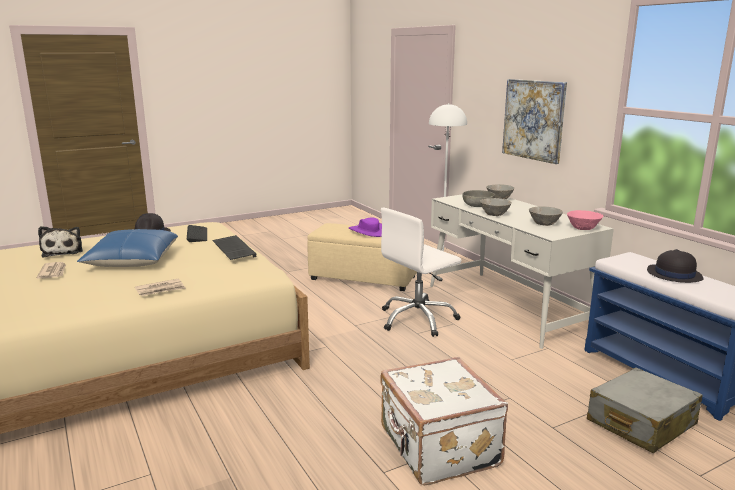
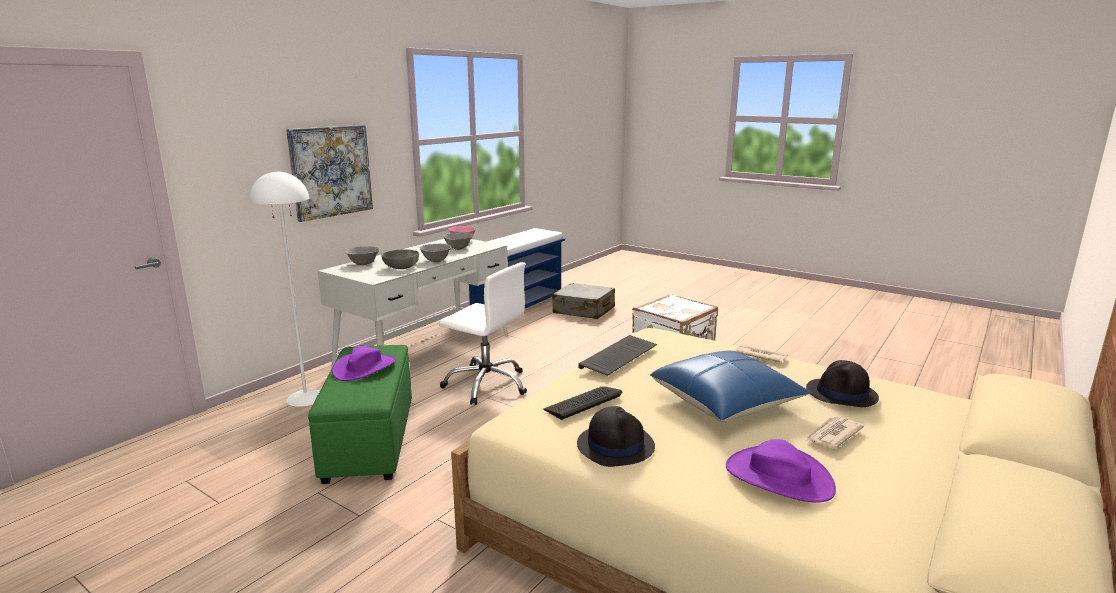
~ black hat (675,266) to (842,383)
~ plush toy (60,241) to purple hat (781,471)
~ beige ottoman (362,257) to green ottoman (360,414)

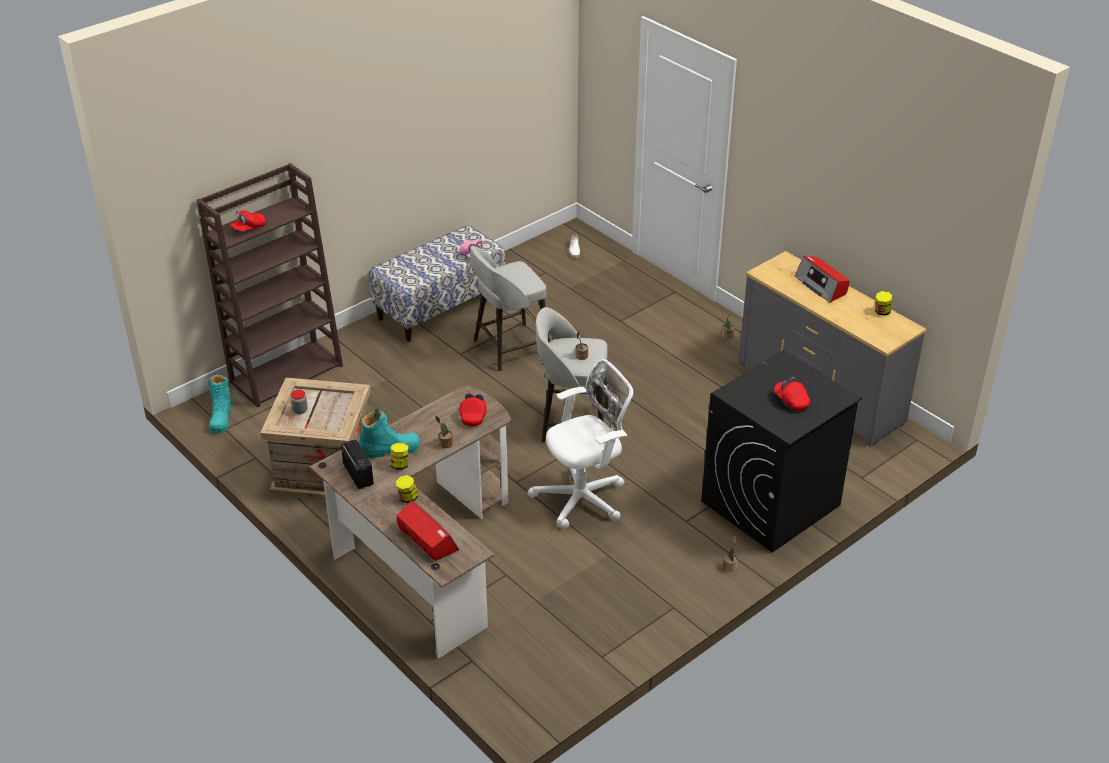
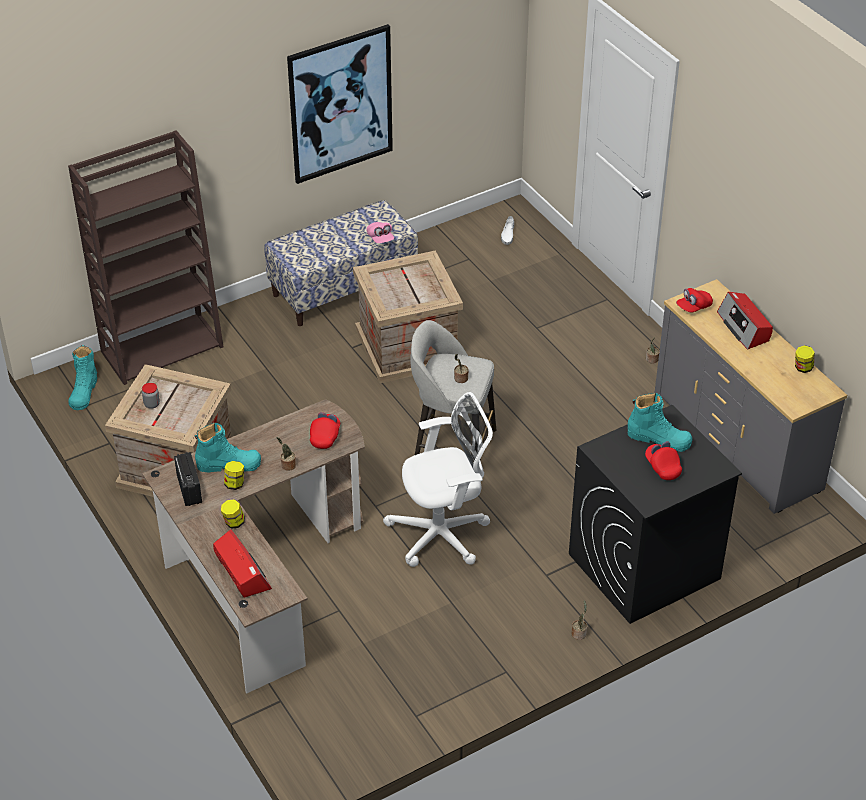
+ picture (340,104)
+ turquoise boot (660,422)
~ red cap (248,220) to (694,300)
~ grey stool (510,308) to crate (408,317)

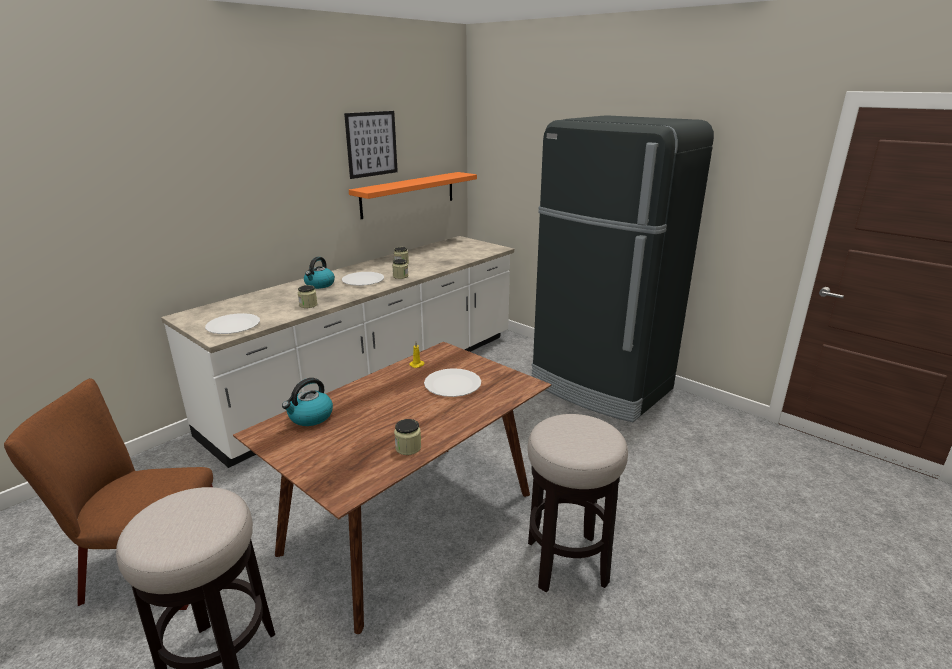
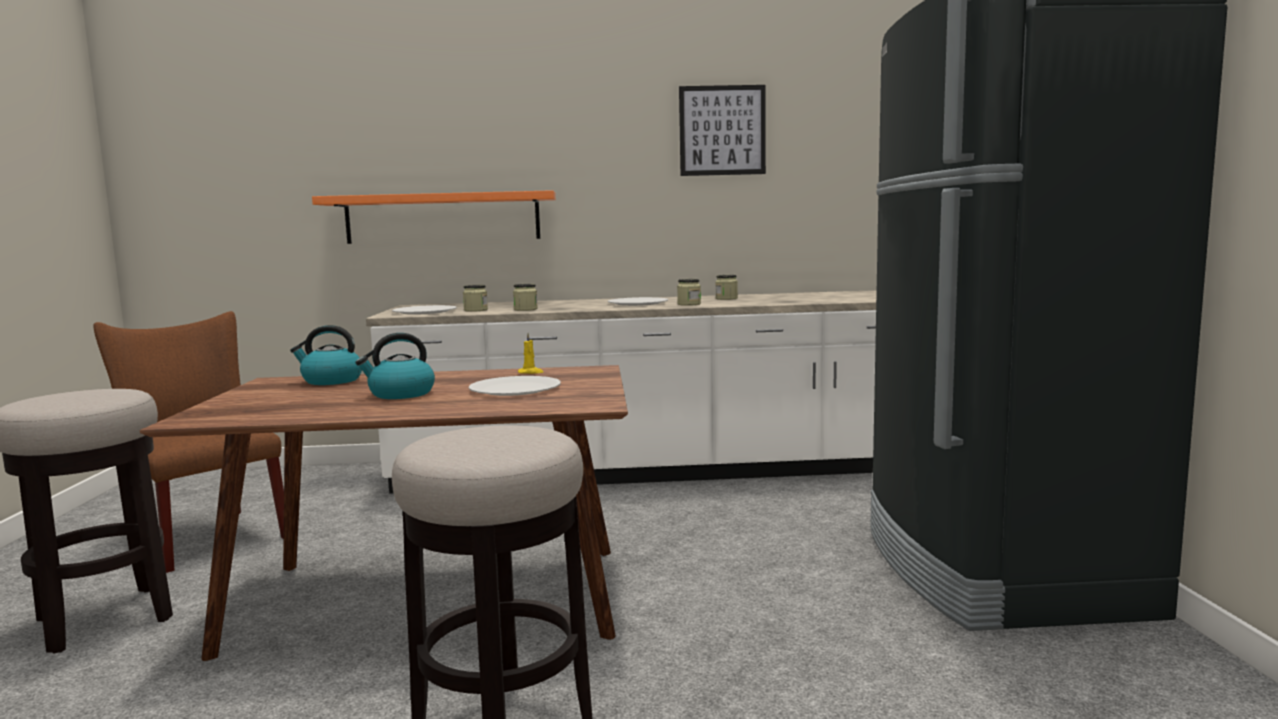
~ kettle (319,273) to (395,366)
~ orange shelf (413,195) to (434,217)
~ jar (407,437) to (475,298)

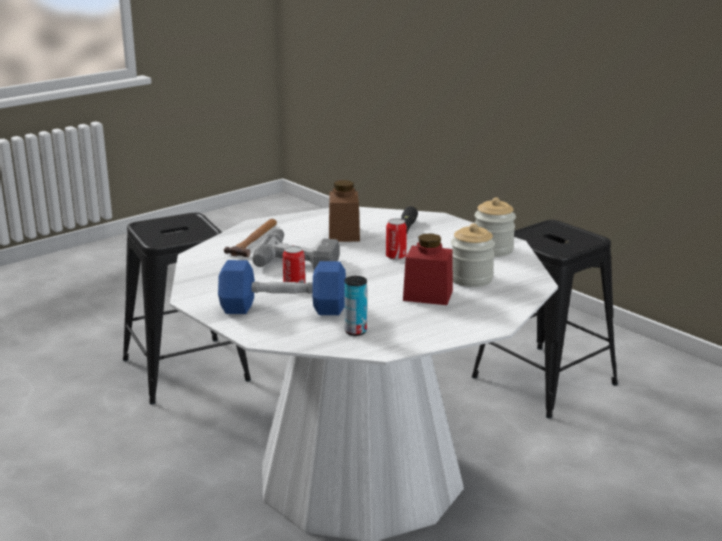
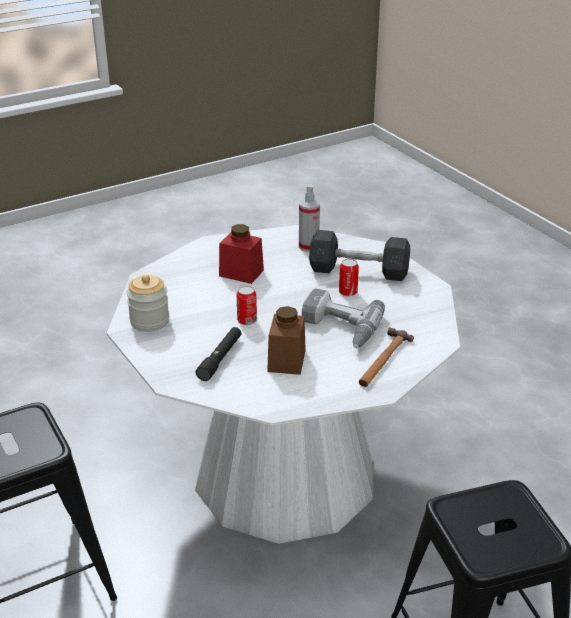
- jar (473,255)
~ can (355,306) to spray bottle (309,218)
~ blue dumbbell (282,287) to grey dumbbell (359,255)

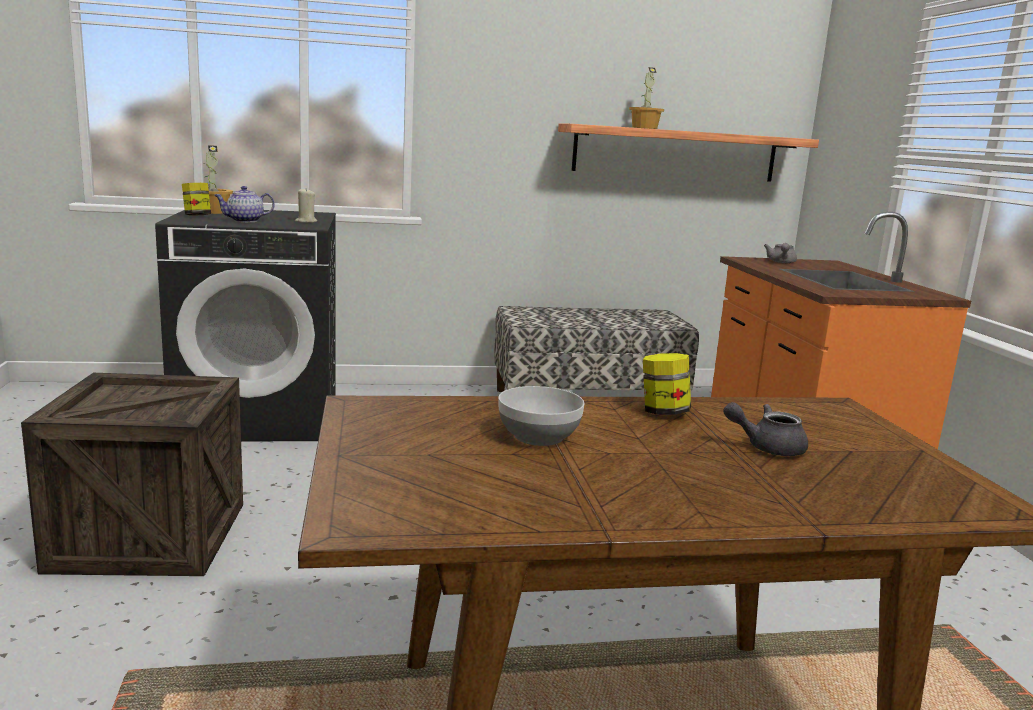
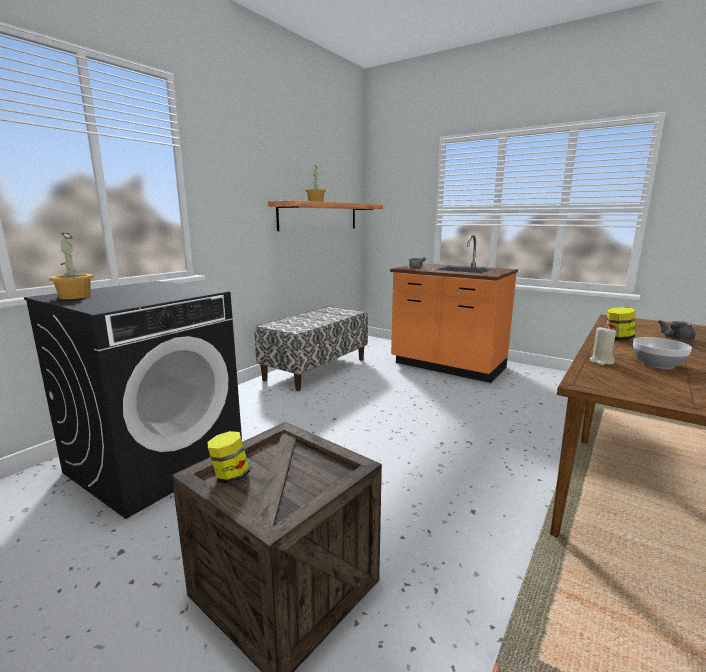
- teapot (244,204)
~ jar (196,199) to (229,457)
~ beige candle (306,206) to (603,345)

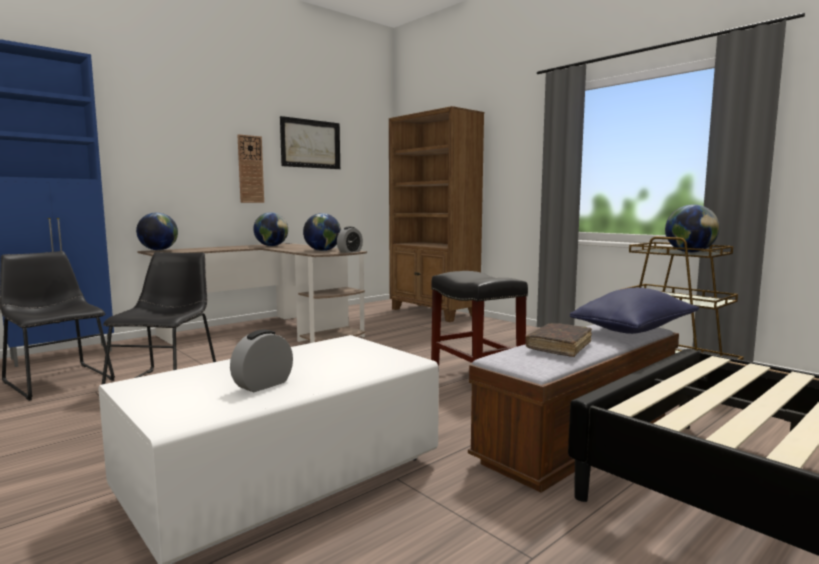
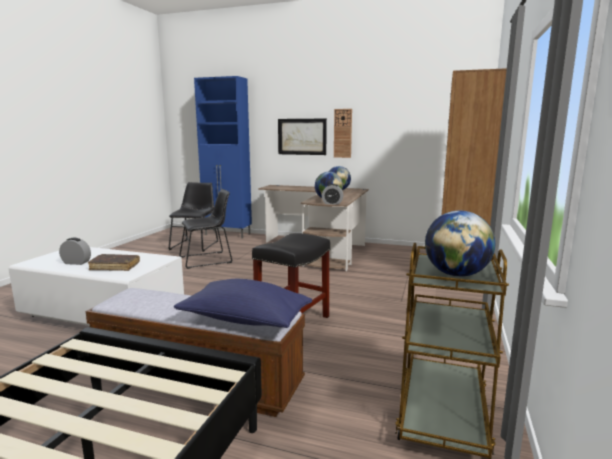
- globe (157,231)
~ picture (310,142) to (302,137)
~ brown book (559,340) to (114,262)

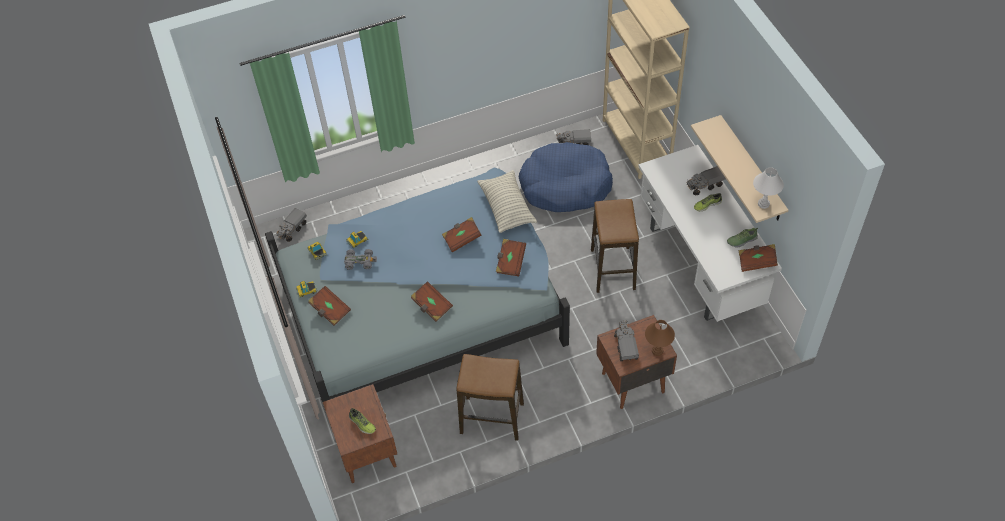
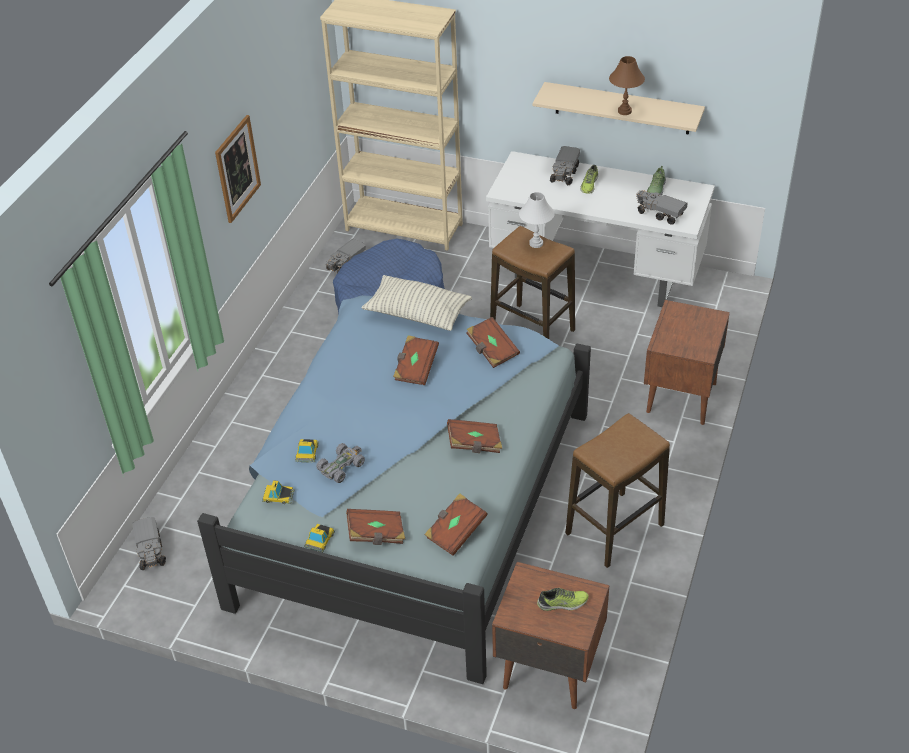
+ picture (238,169)
~ toy truck (626,341) to (662,207)
~ brown table lamp (660,338) to (627,85)
~ brown book (758,258) to (456,524)
~ white table lamp (768,188) to (537,220)

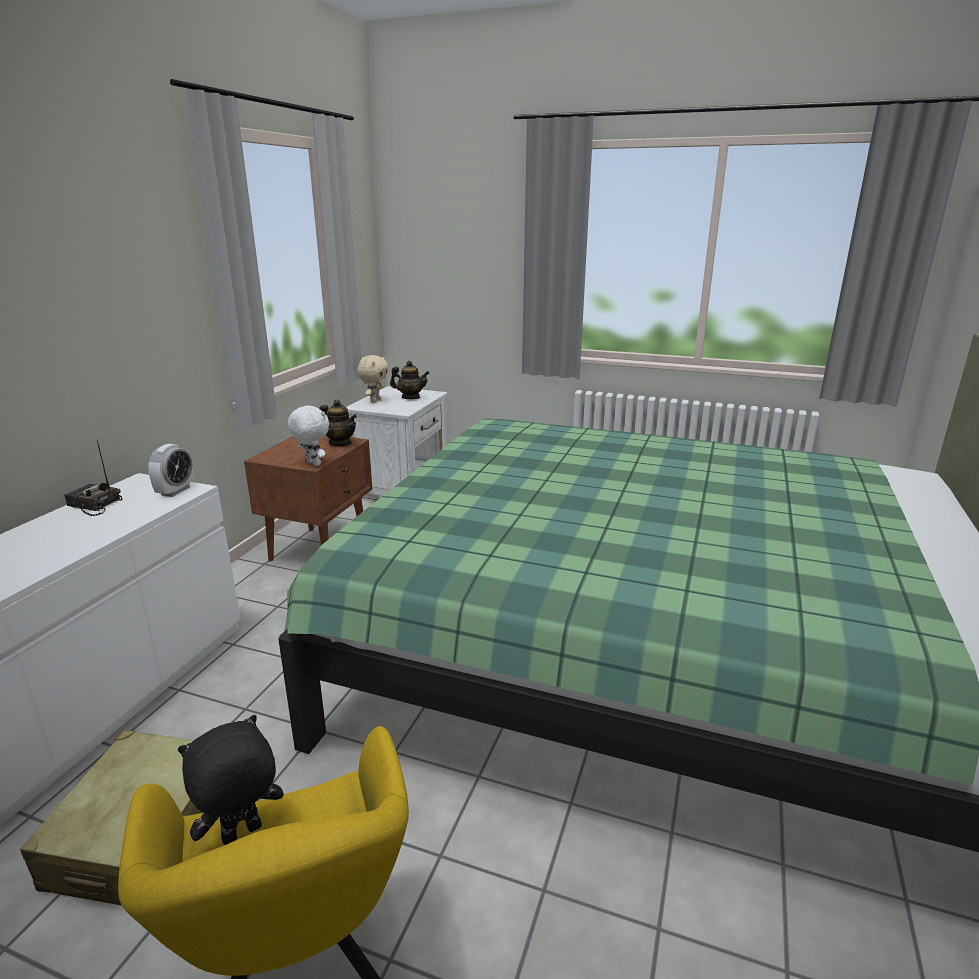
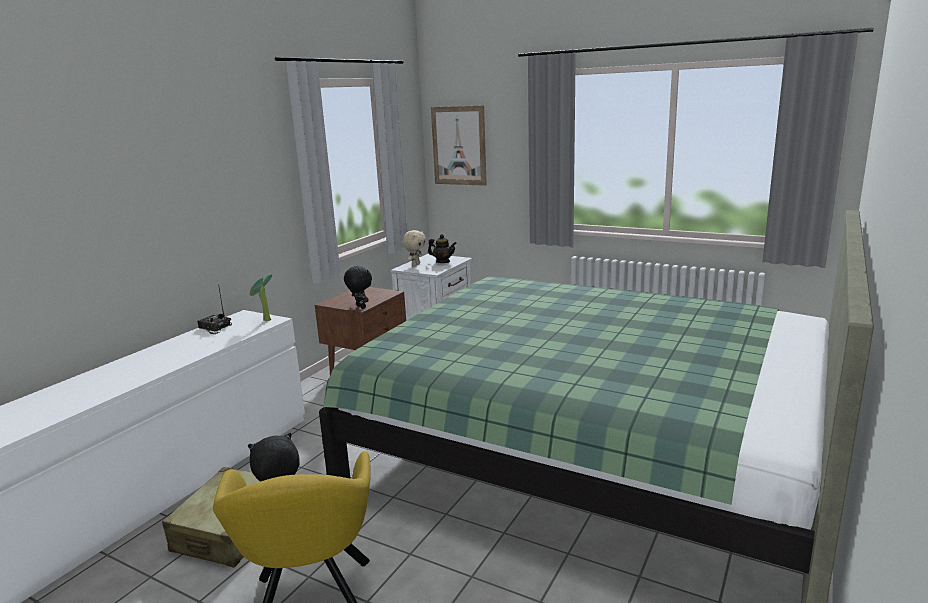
- teapot (338,422)
+ picture (459,145)
~ alarm clock (171,470) to potted plant (261,297)
~ white plush toy (308,435) to black plush toy (358,287)

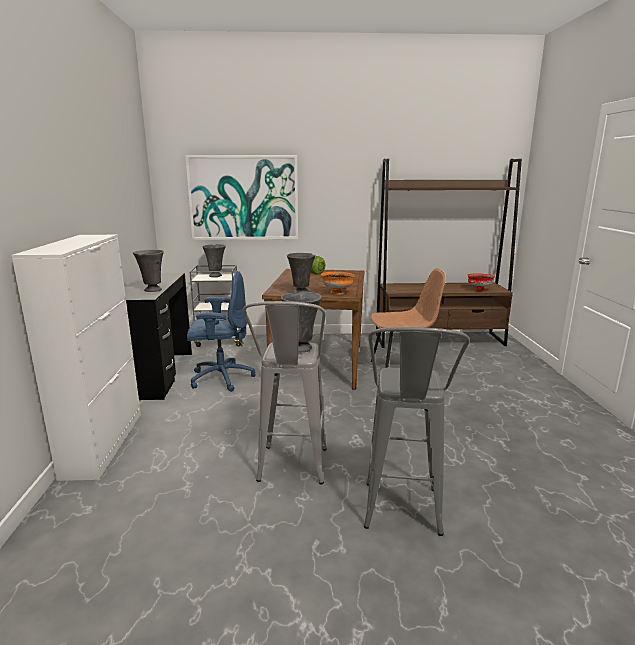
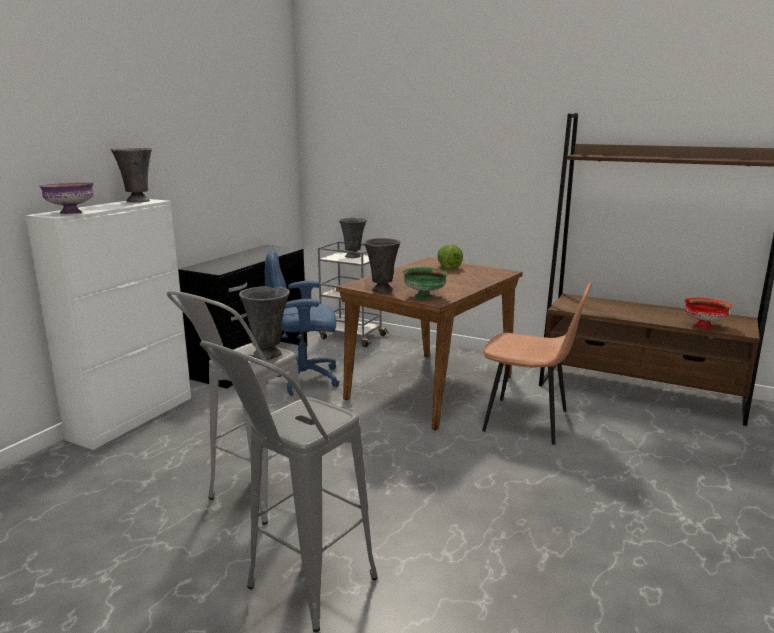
- picture (241,197)
+ purple bowl (66,198)
~ grey vase (148,271) to (131,175)
~ orange bowl (338,283) to green bowl (425,283)
~ blue office chair (221,331) = (302,323) 150 degrees clockwise

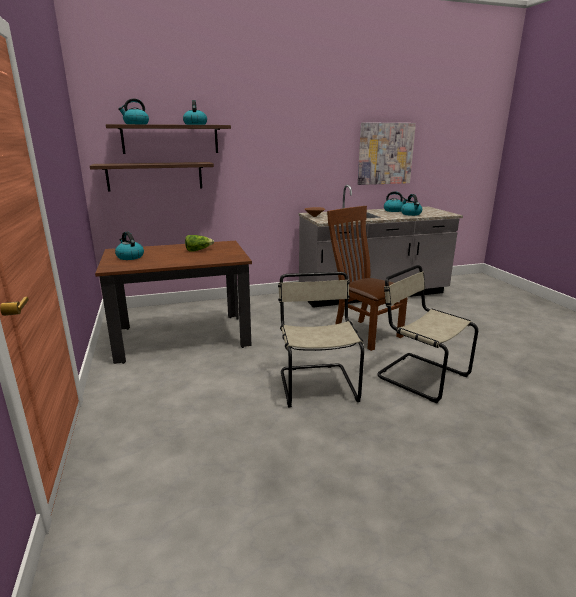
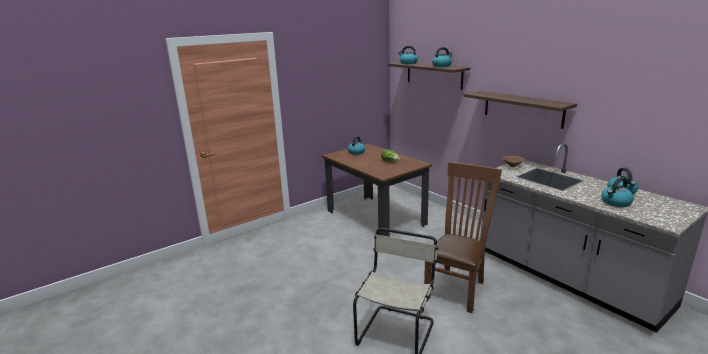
- beige chair (321,339)
- picture (387,153)
~ shelf (152,176) to (520,110)

